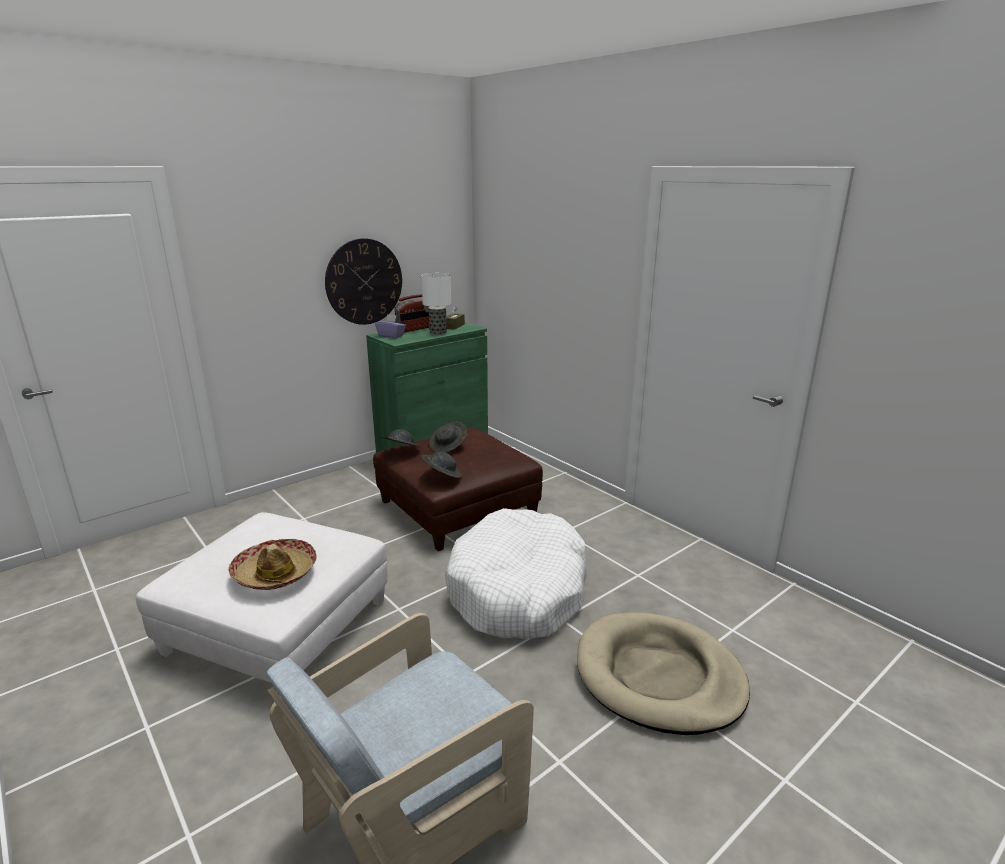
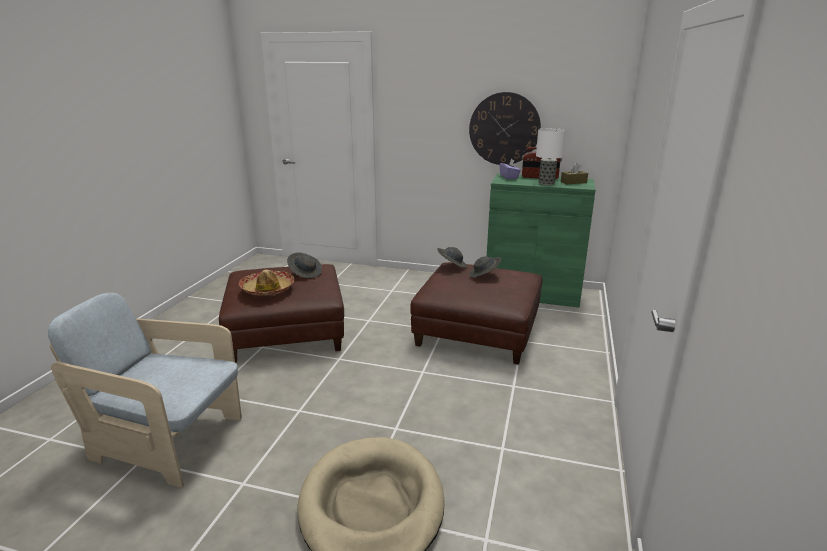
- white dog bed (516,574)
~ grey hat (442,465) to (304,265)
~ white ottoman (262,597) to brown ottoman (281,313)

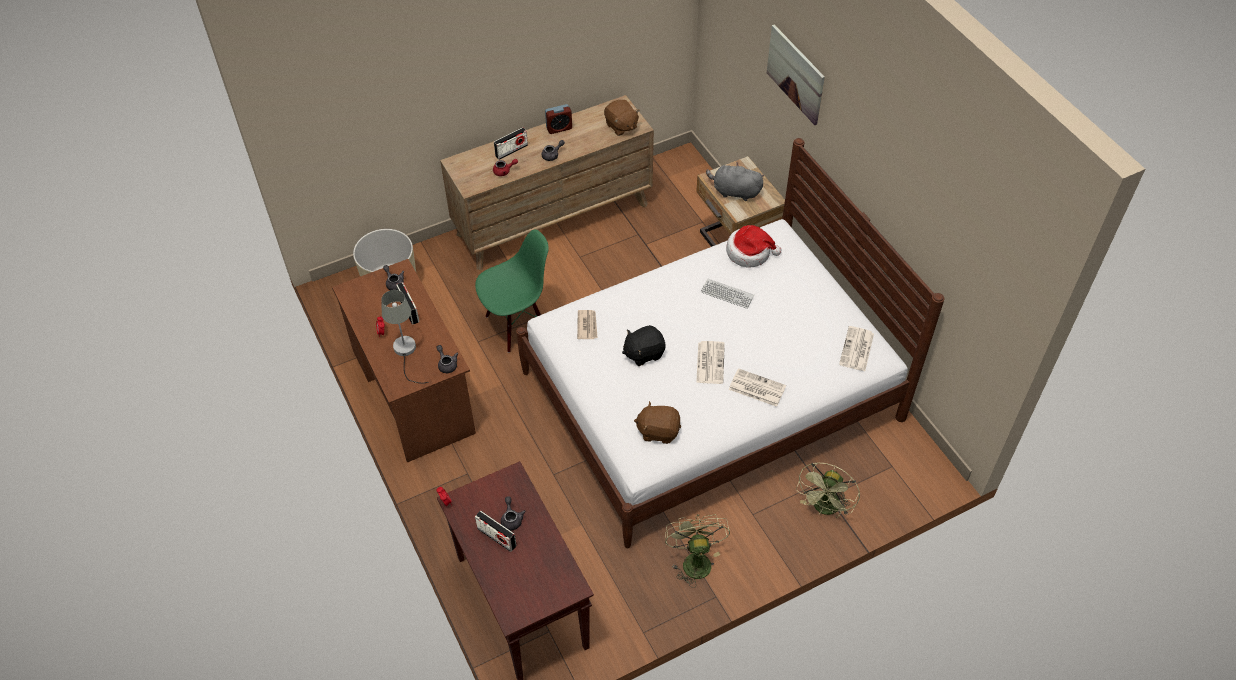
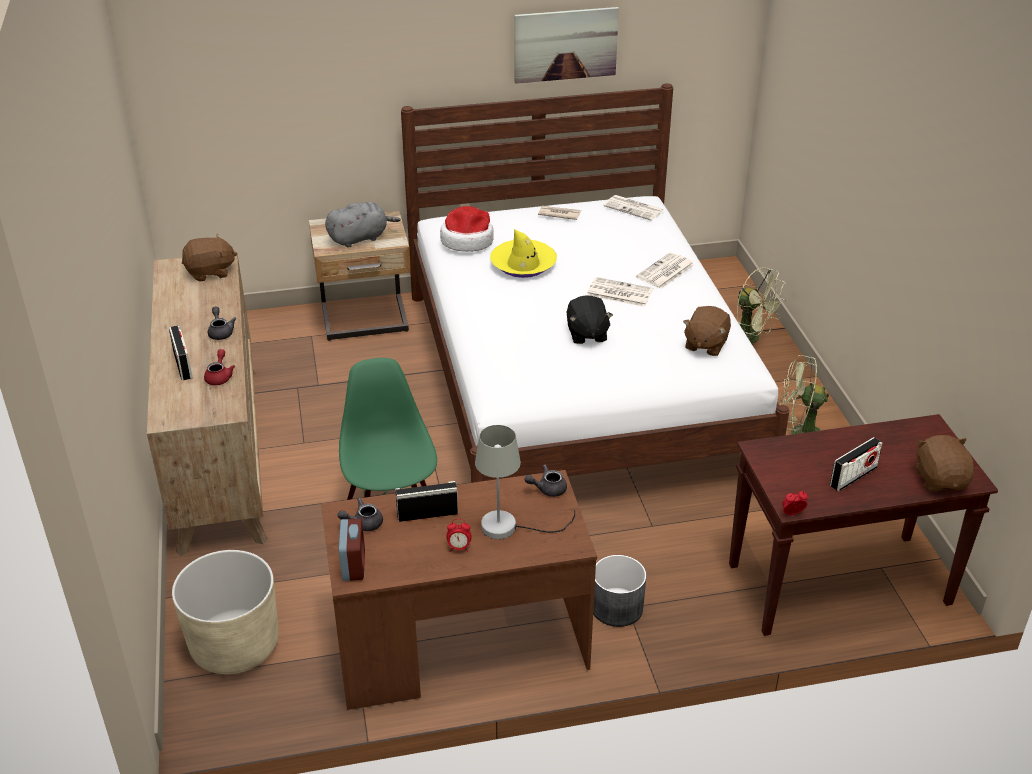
- grey teapot (513,513)
+ grey planter (620,591)
+ brown plush toy (944,463)
~ alarm clock (558,119) to (352,550)
~ newspaper (587,324) to (559,213)
~ picture (796,74) to (567,45)
~ keyboard (728,294) to yellow hat (523,253)
~ grey plush toy (735,181) = (363,225) 150 degrees counterclockwise

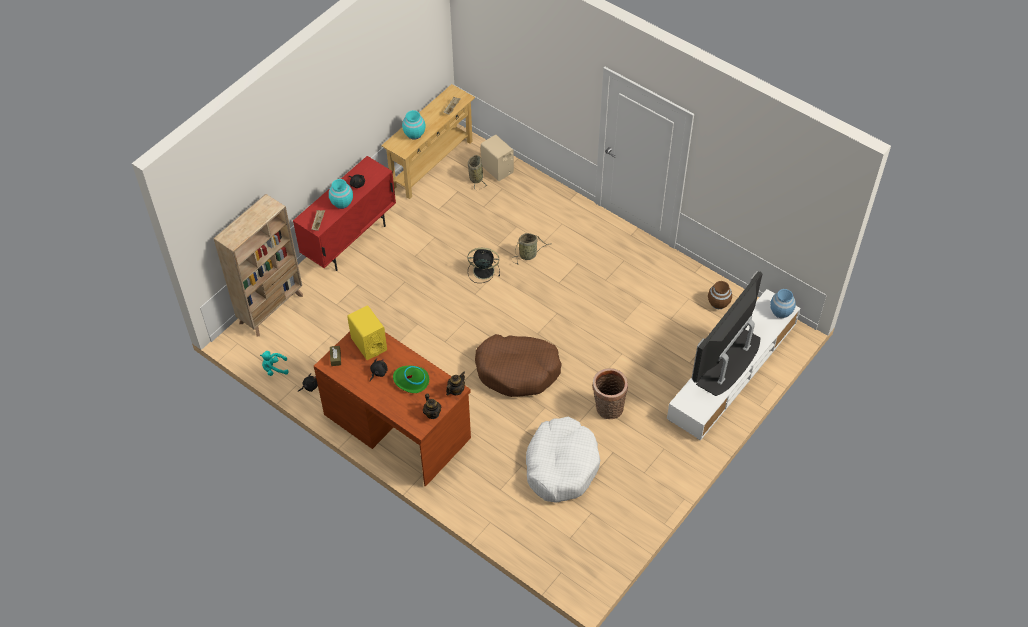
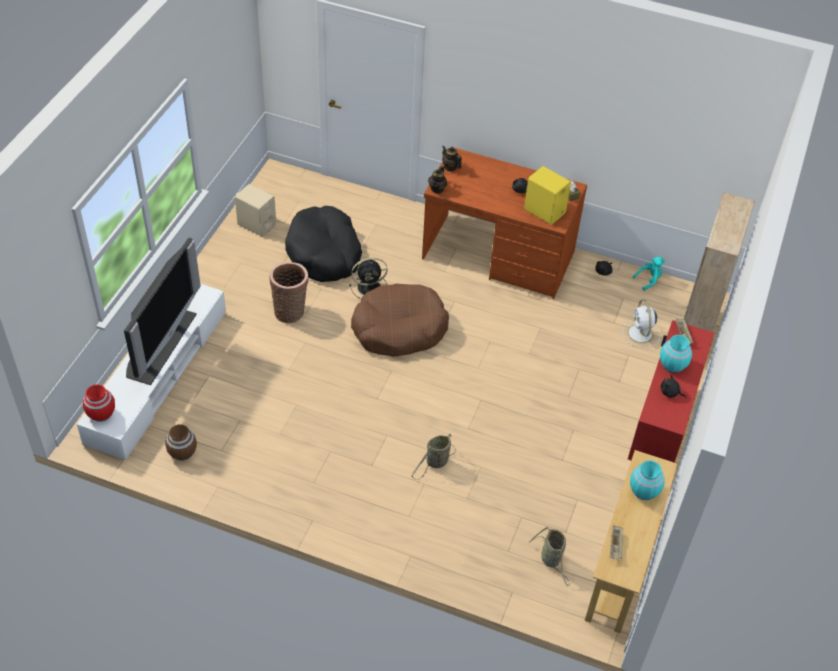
- green hat (411,379)
+ white fan (641,323)
~ black fan (483,265) to (368,278)
~ beige speaker (497,158) to (255,210)
~ white dog bed (563,460) to black dog bed (323,244)
~ blue vase (783,303) to red vase (99,403)

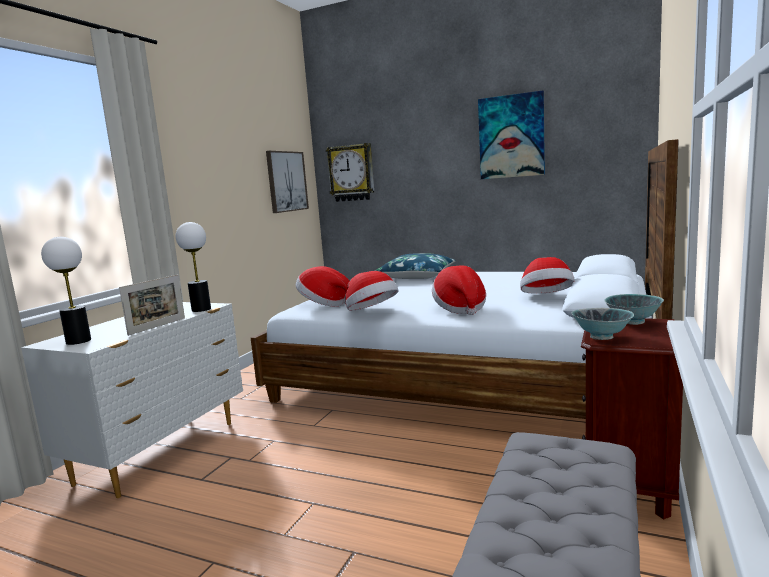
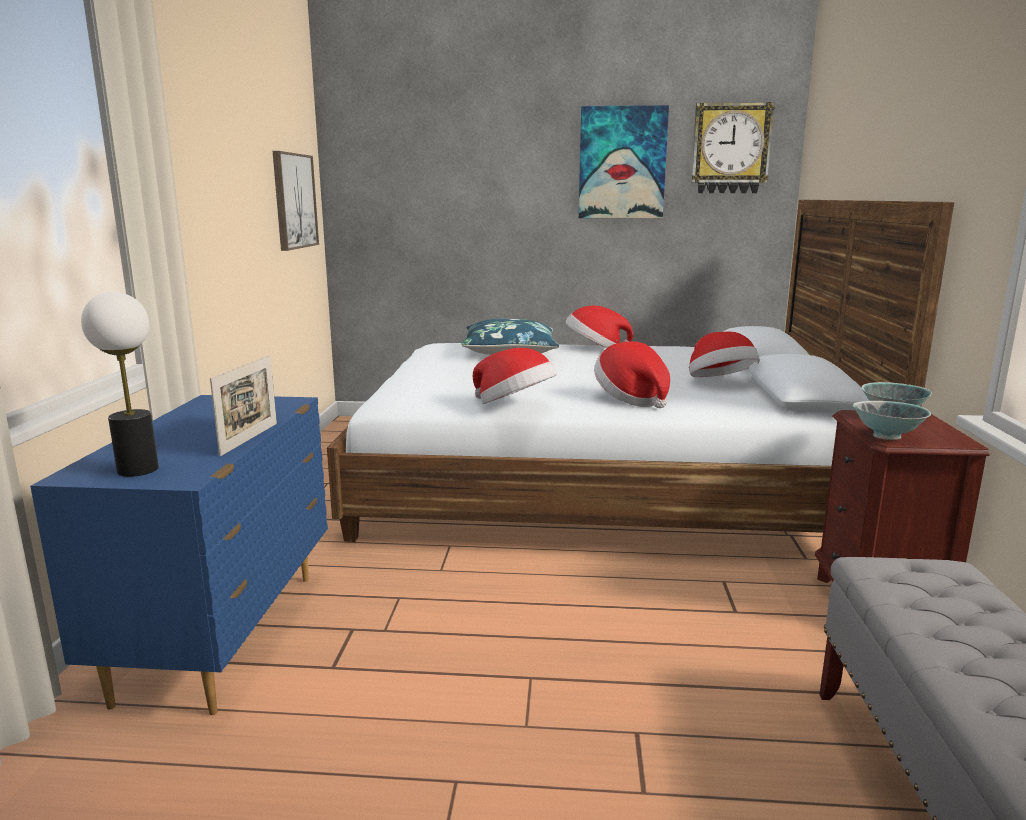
- table lamp (193,267)
~ hat (322,286) to (599,327)
~ wall clock (350,172) to (733,147)
~ white dresser (132,400) to blue dresser (179,555)

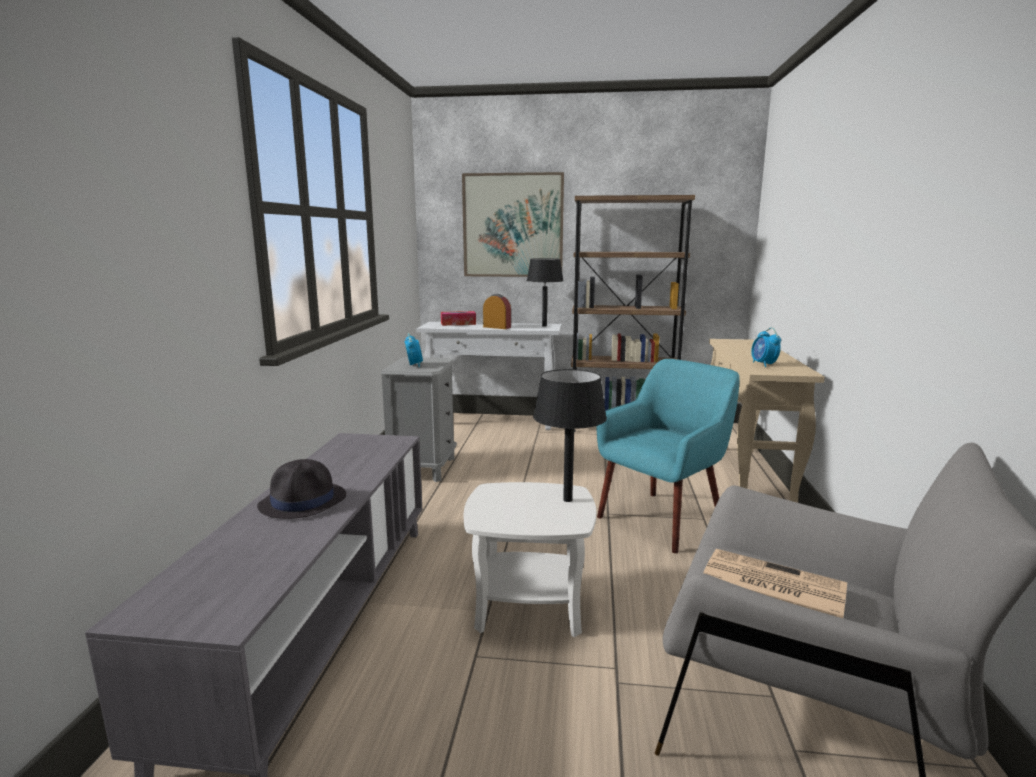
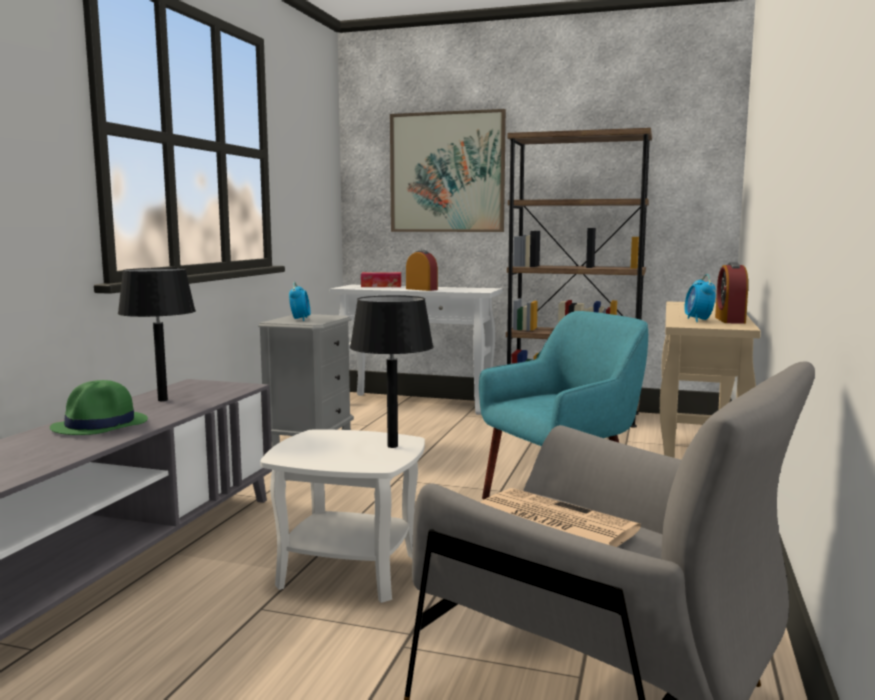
+ alarm clock (731,293)
~ black table lamp (545,292) to (157,334)
~ black hat (301,489) to green hat (99,407)

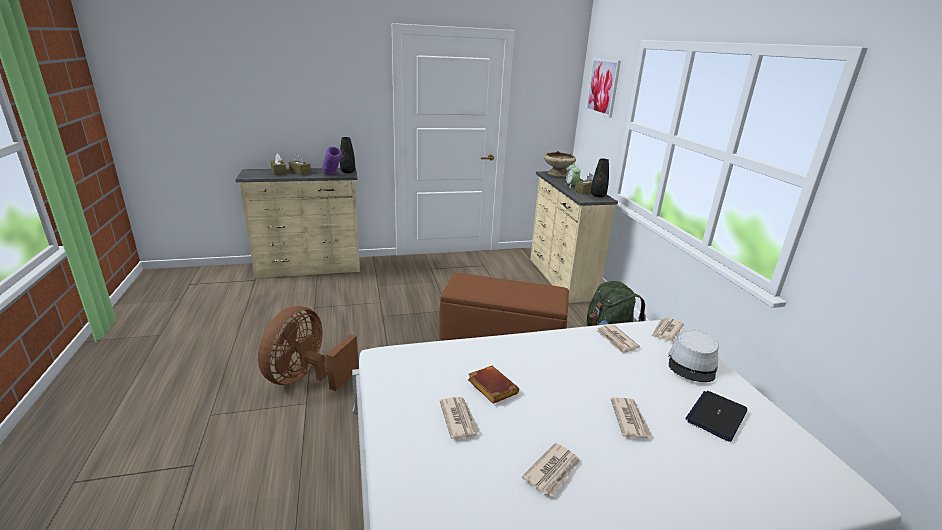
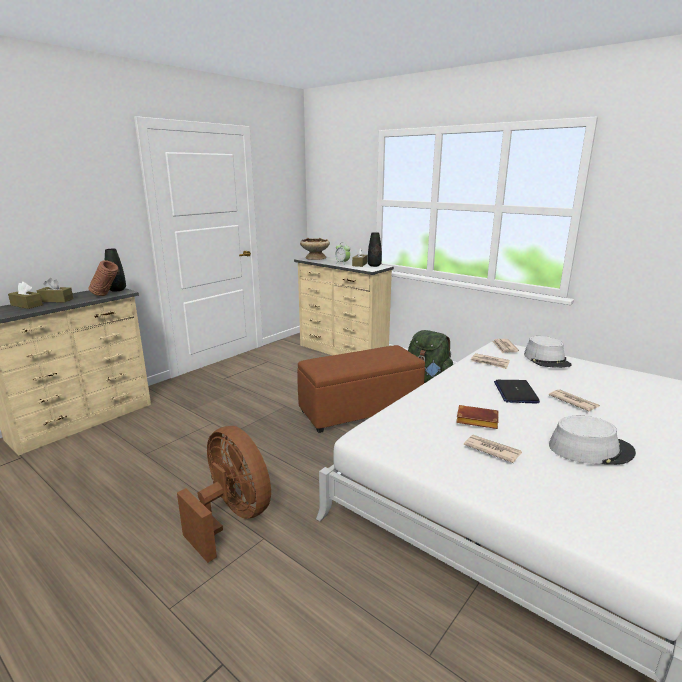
- picture (603,88)
~ laptop (716,416) to (517,392)
~ newspaper (551,470) to grey hat (592,440)
~ purple vase (332,161) to brown vase (103,278)
~ brown fan (308,348) = (224,494) 150 degrees clockwise

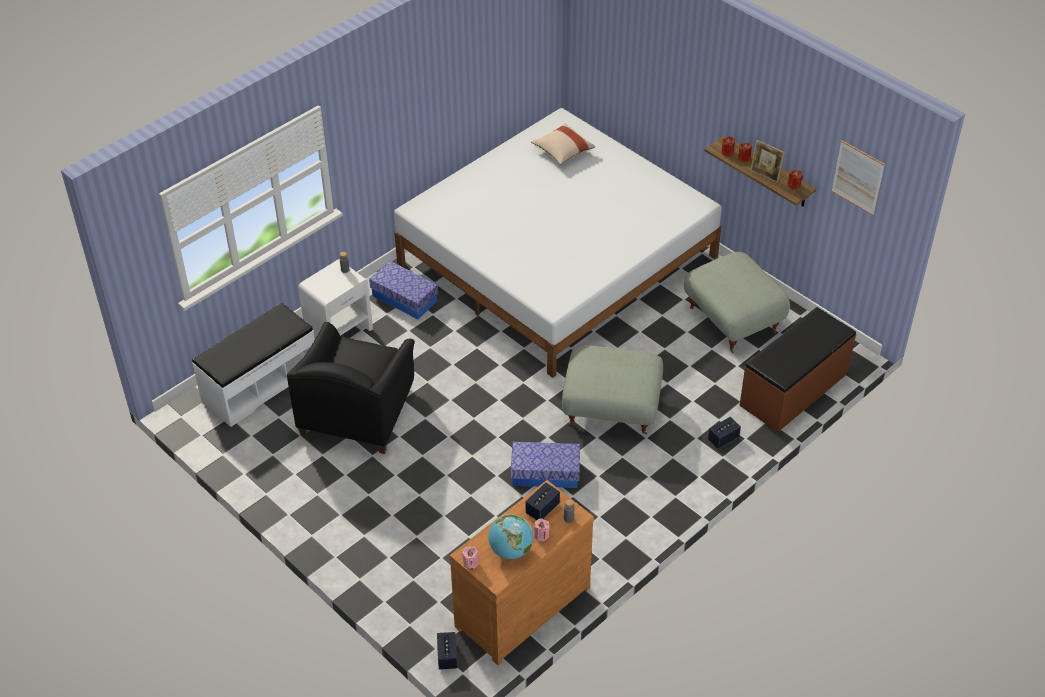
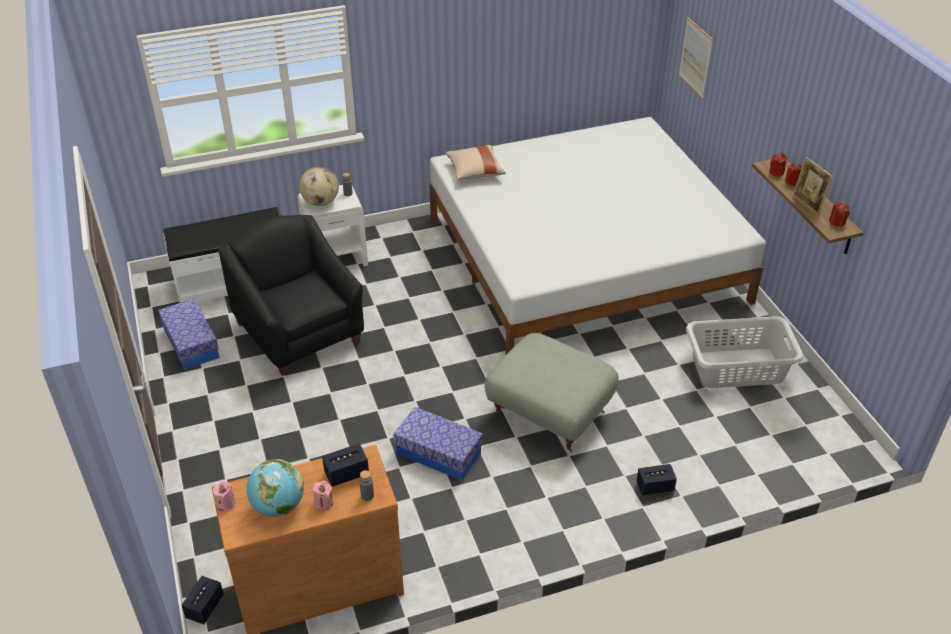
- brown bench (797,369)
+ globe (319,186)
~ storage box (403,290) to (189,334)
~ beige pillow (563,144) to (475,162)
~ picture (858,178) to (696,58)
~ grey ottoman (737,302) to grey laundry basket (744,352)
~ black armchair (351,388) = (291,295) 105 degrees clockwise

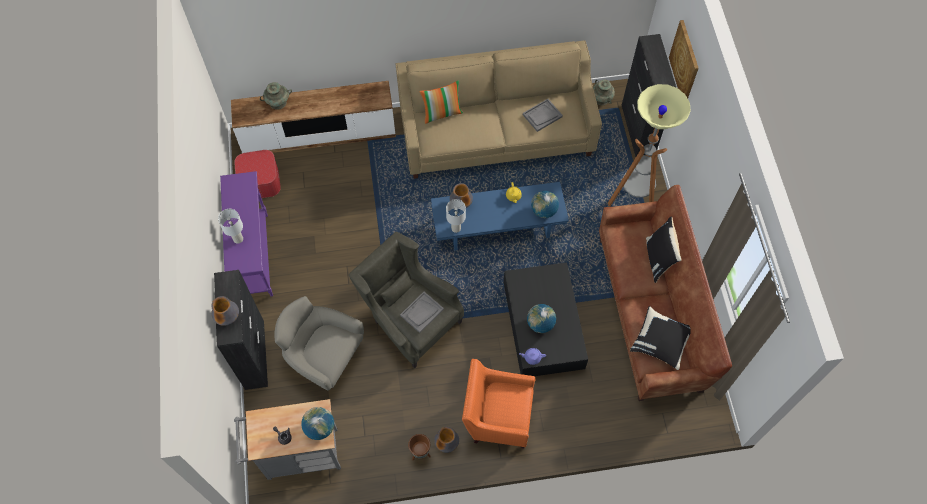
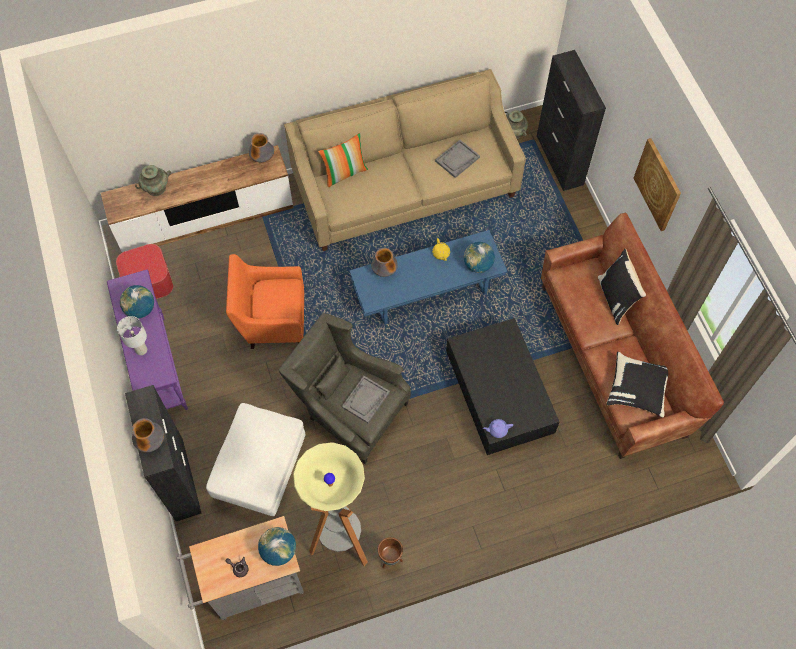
- white table lamp (456,216)
~ vase (446,440) to (261,147)
~ orange armchair (499,403) to (265,301)
~ globe (541,318) to (137,302)
~ floor lamp (649,145) to (330,504)
~ picture (684,59) to (657,184)
~ grey armchair (319,343) to white ottoman (255,460)

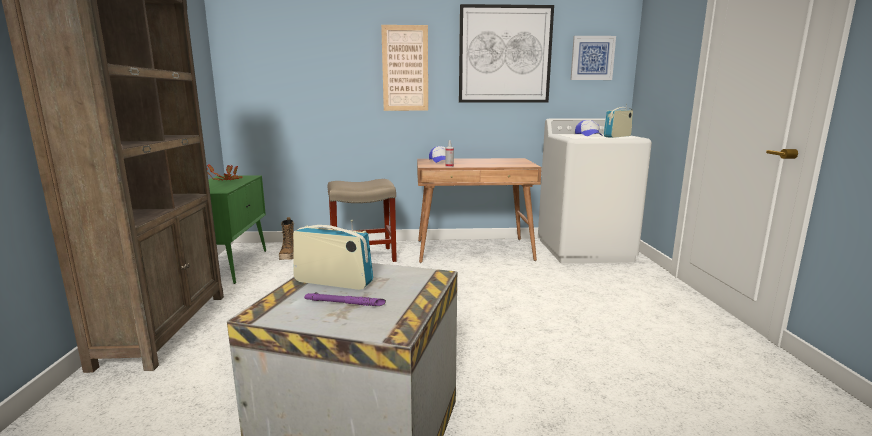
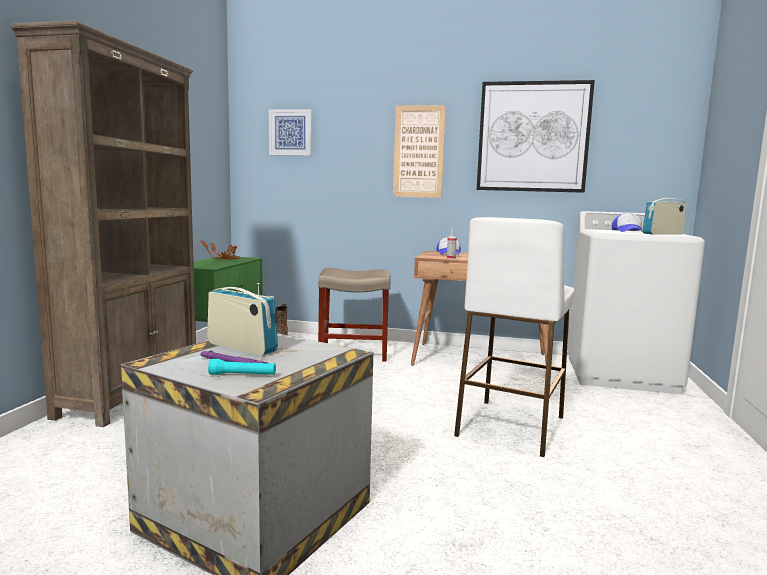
+ turquoise flashlight (242,367)
+ white stool (514,337)
~ picture (593,58) to (290,132)

